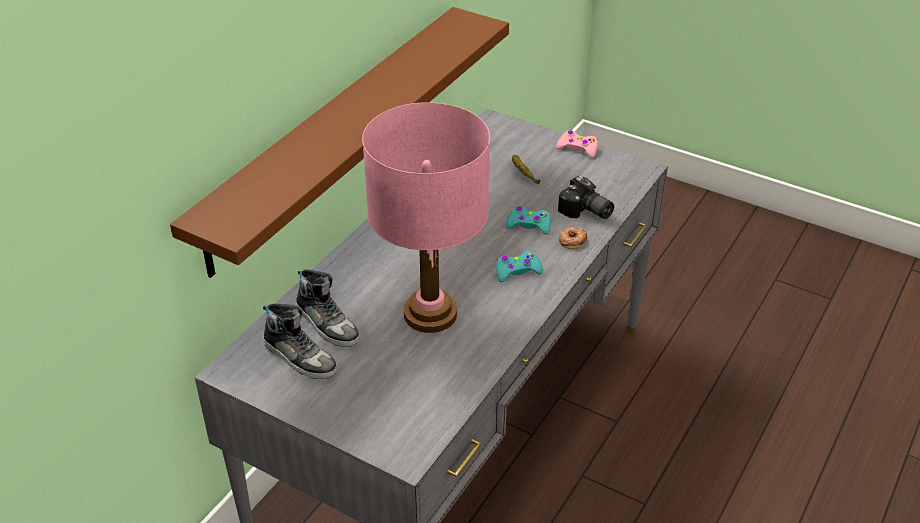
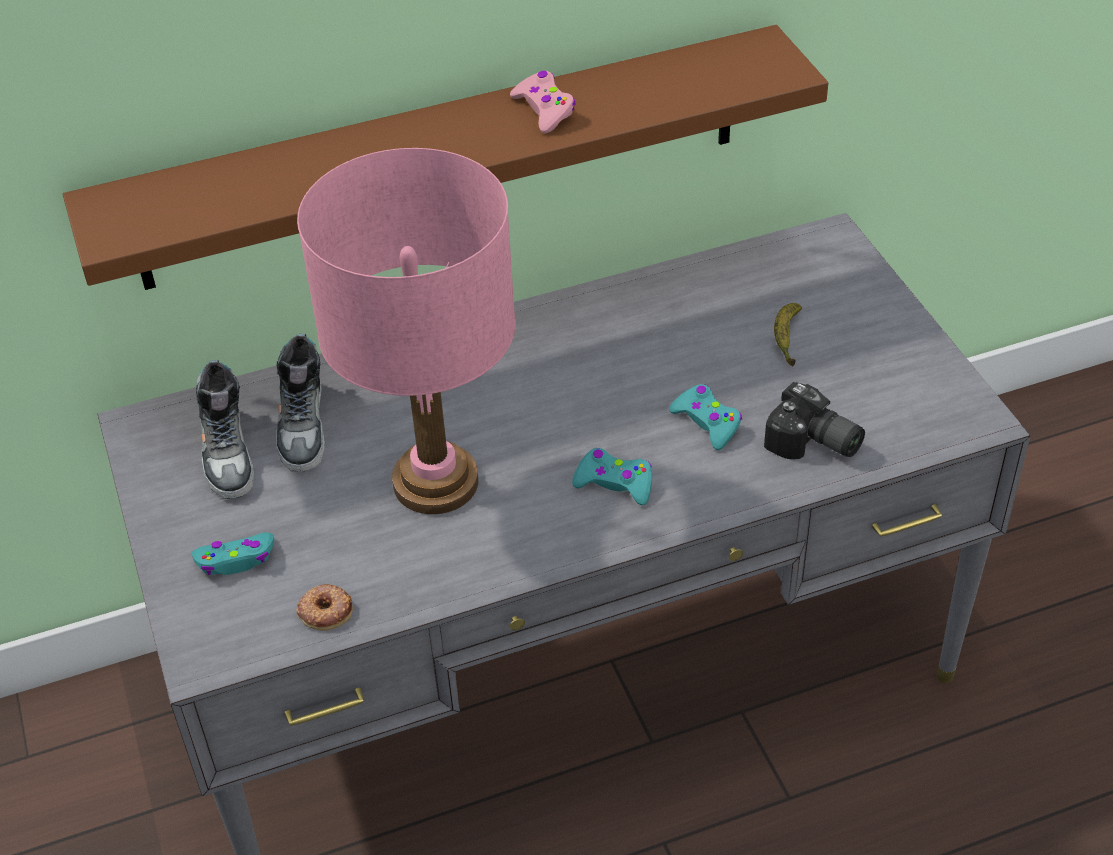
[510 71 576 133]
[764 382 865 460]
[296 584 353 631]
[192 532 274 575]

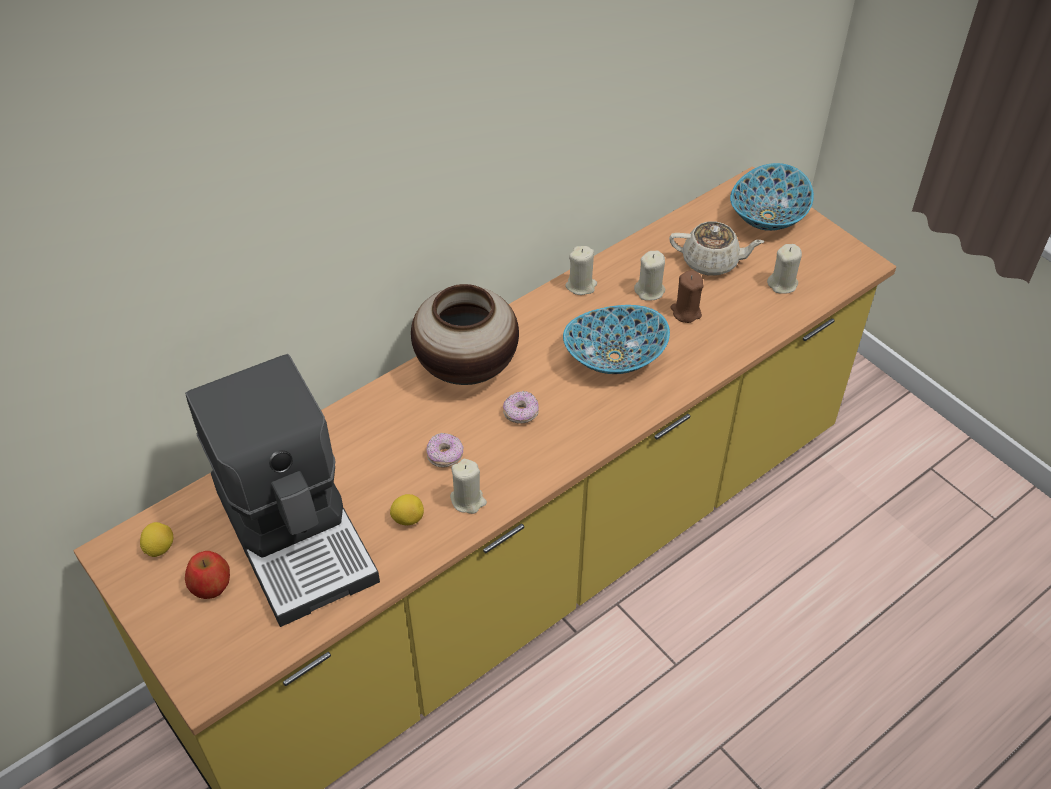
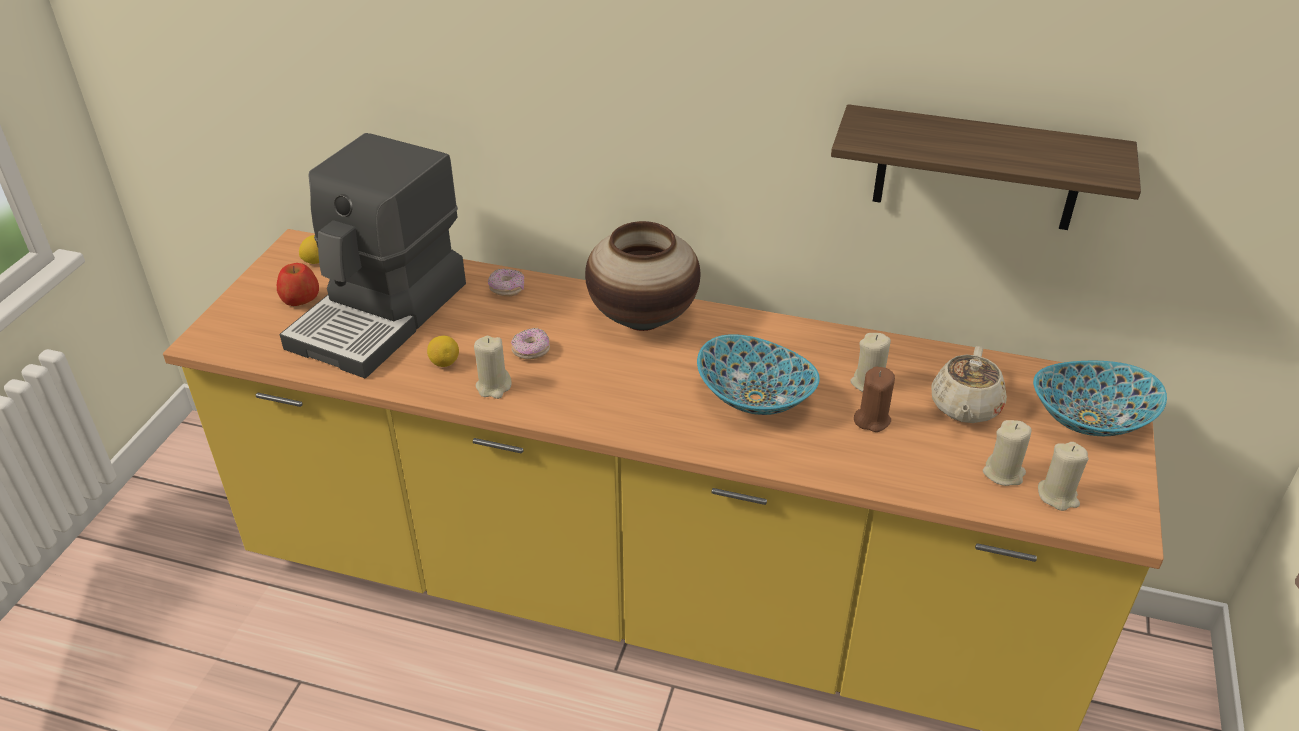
[931 346 1007 423]
[1038 442 1089 511]
[488 269 525 296]
[831 104 1141 230]

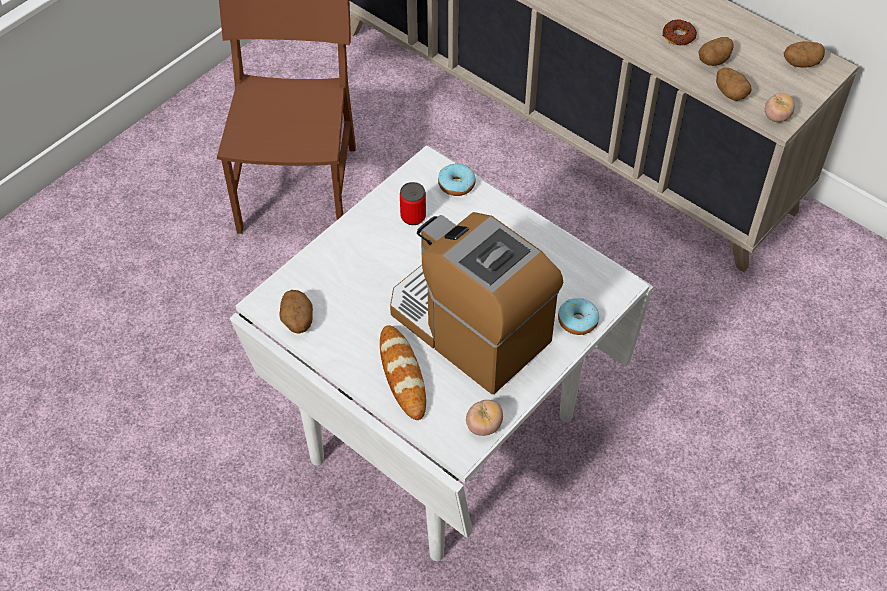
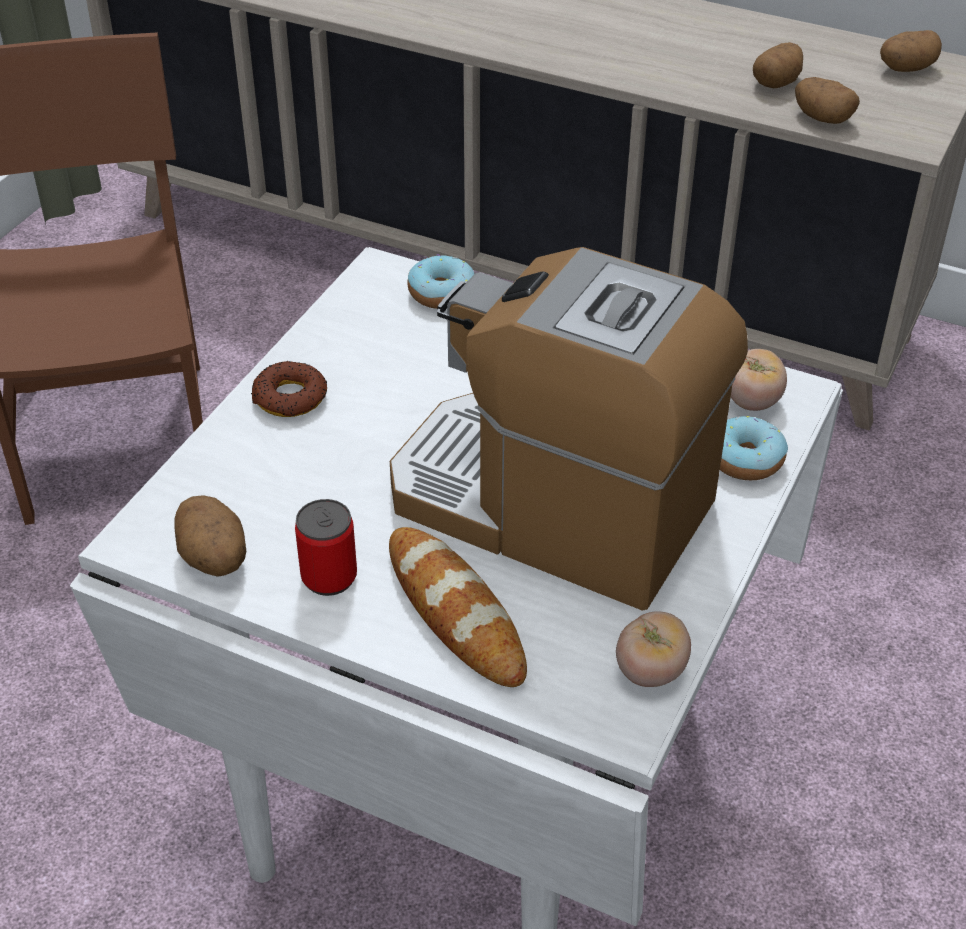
[251 361 327 417]
[731 349 787 411]
[295 499 357 596]

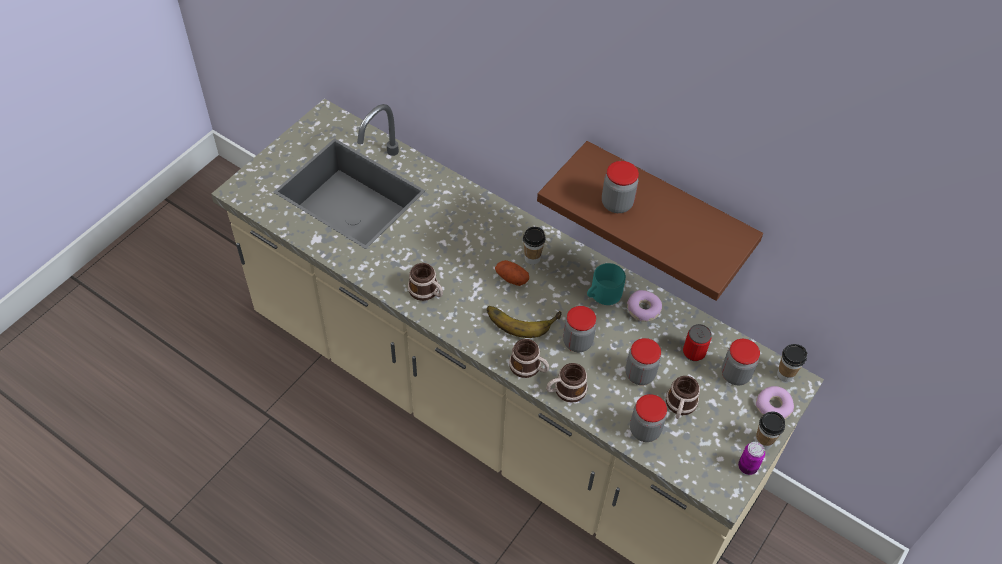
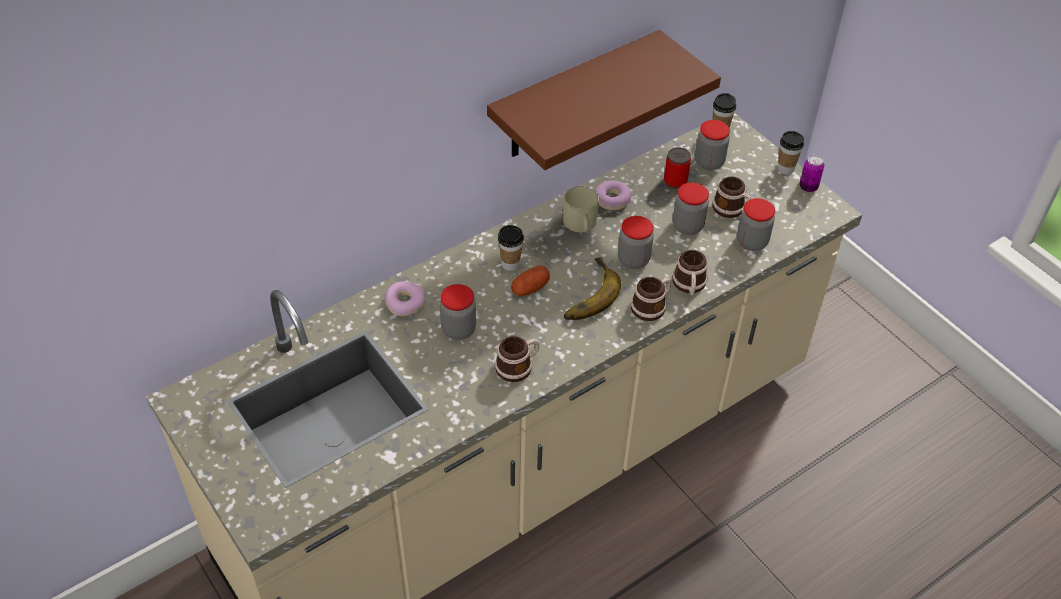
[440 284 476 340]
[563 186 599 232]
[385 281 426 316]

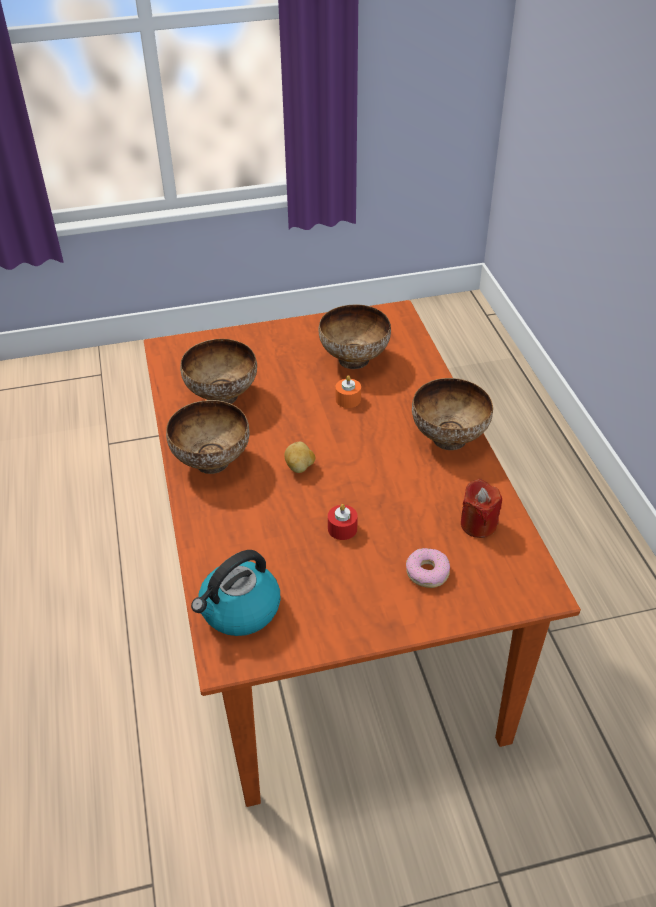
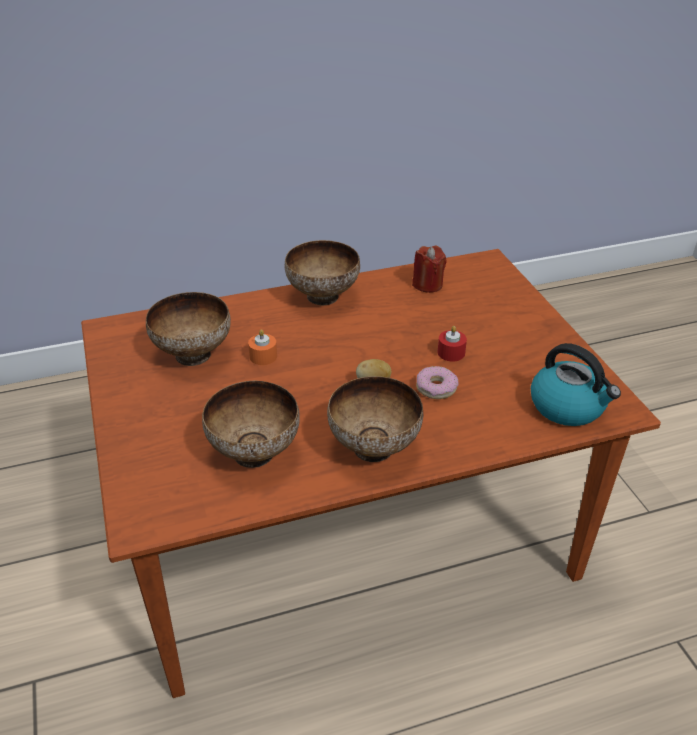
[416 366 459 399]

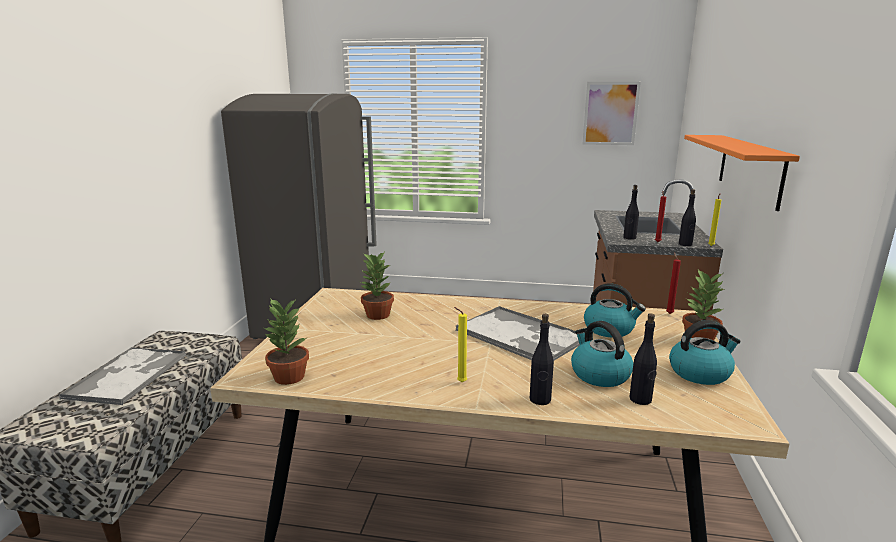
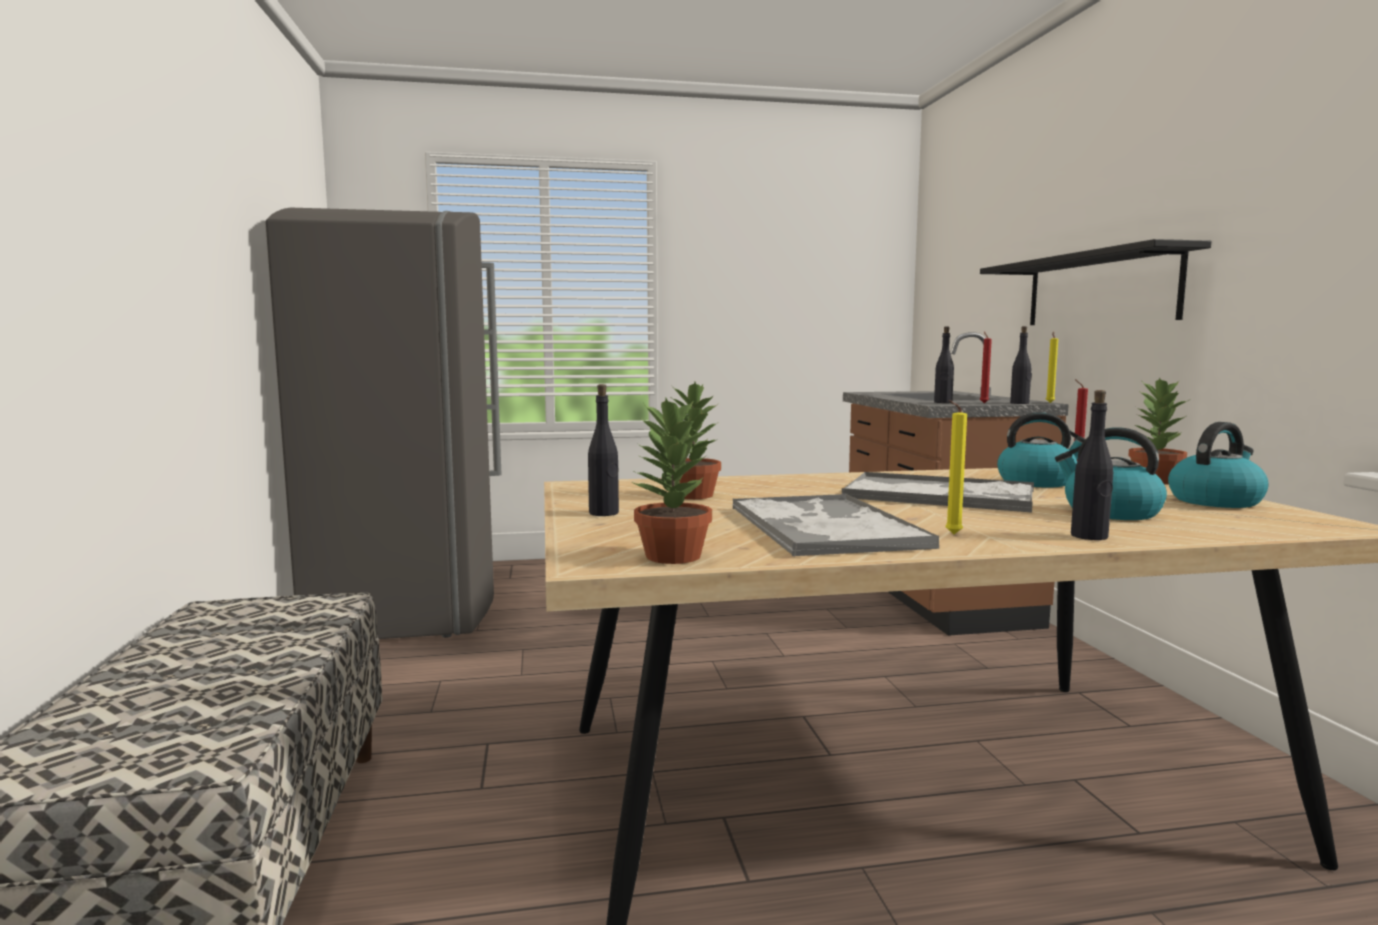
[582 82 641 145] (first image)
[980 239 1211 325]
[588 384 619 516]
[733 494 939 557]

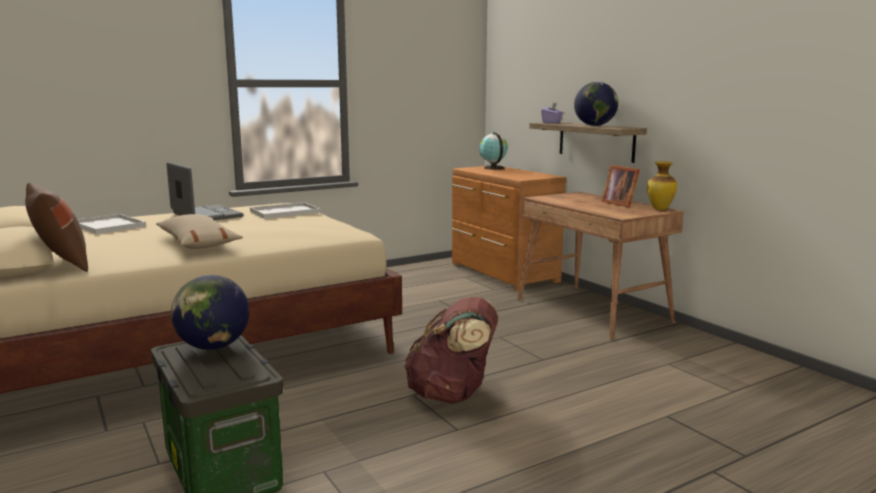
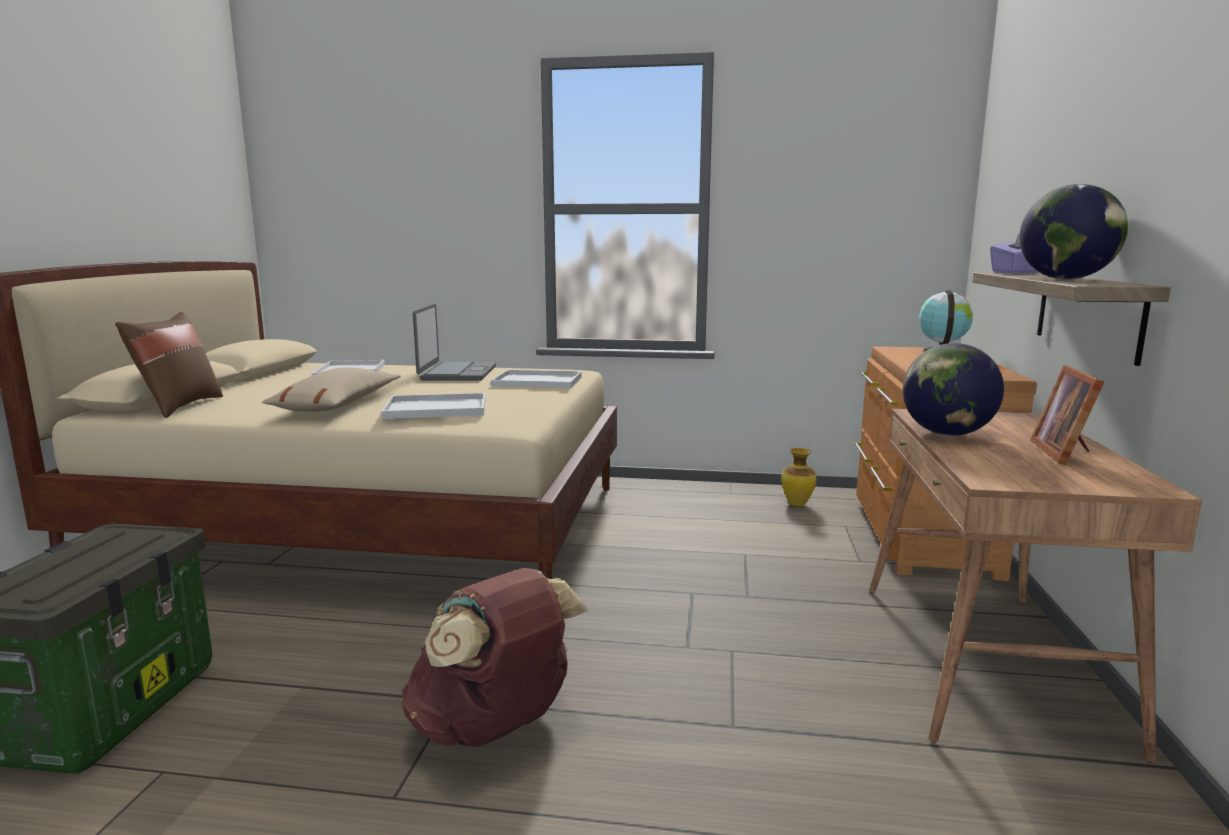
[781 448 817 506]
[903 343 1004 436]
[381 393 486 419]

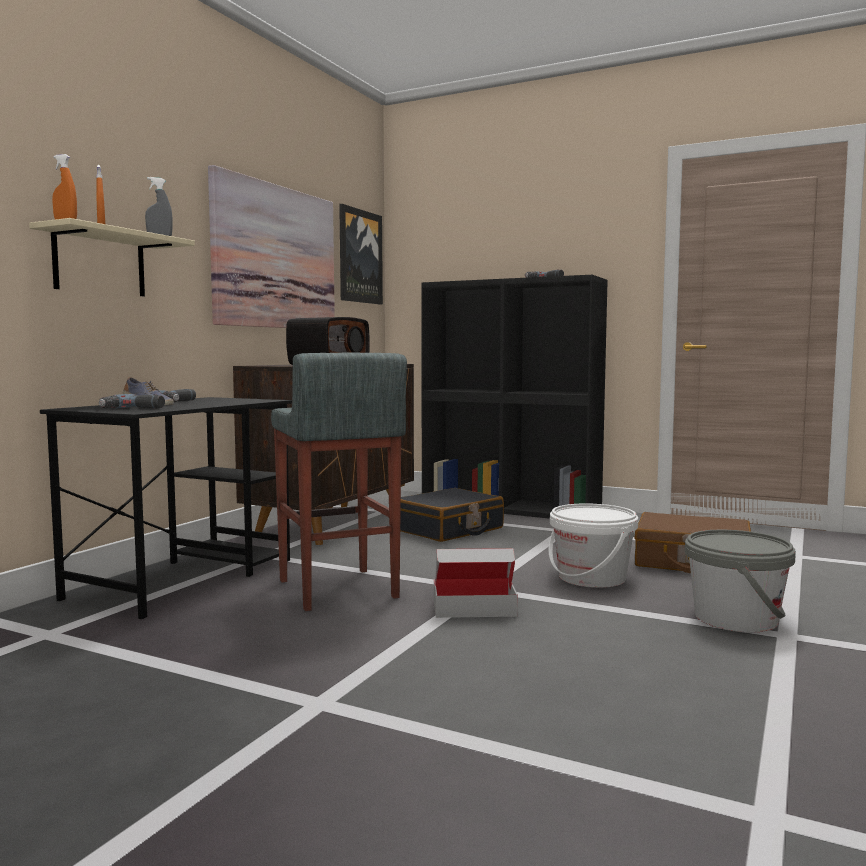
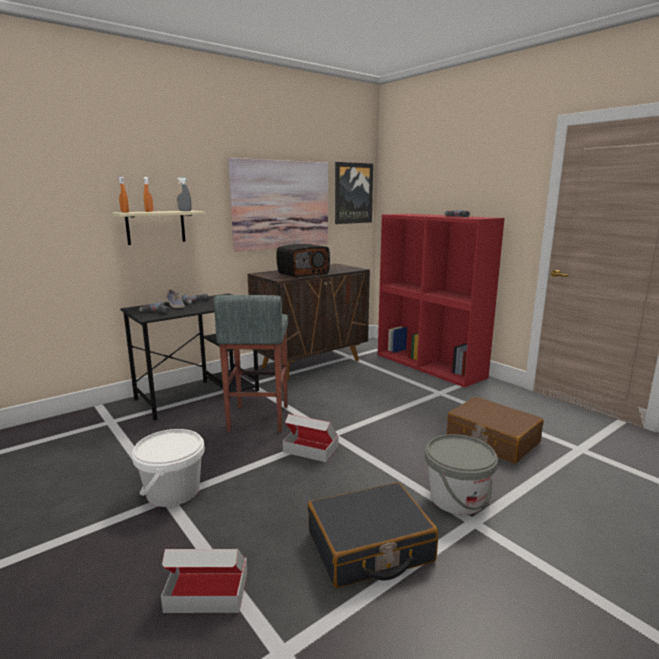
[378 214 504 388]
[308 482 438 588]
[132 429 205 507]
[161 549 247 613]

